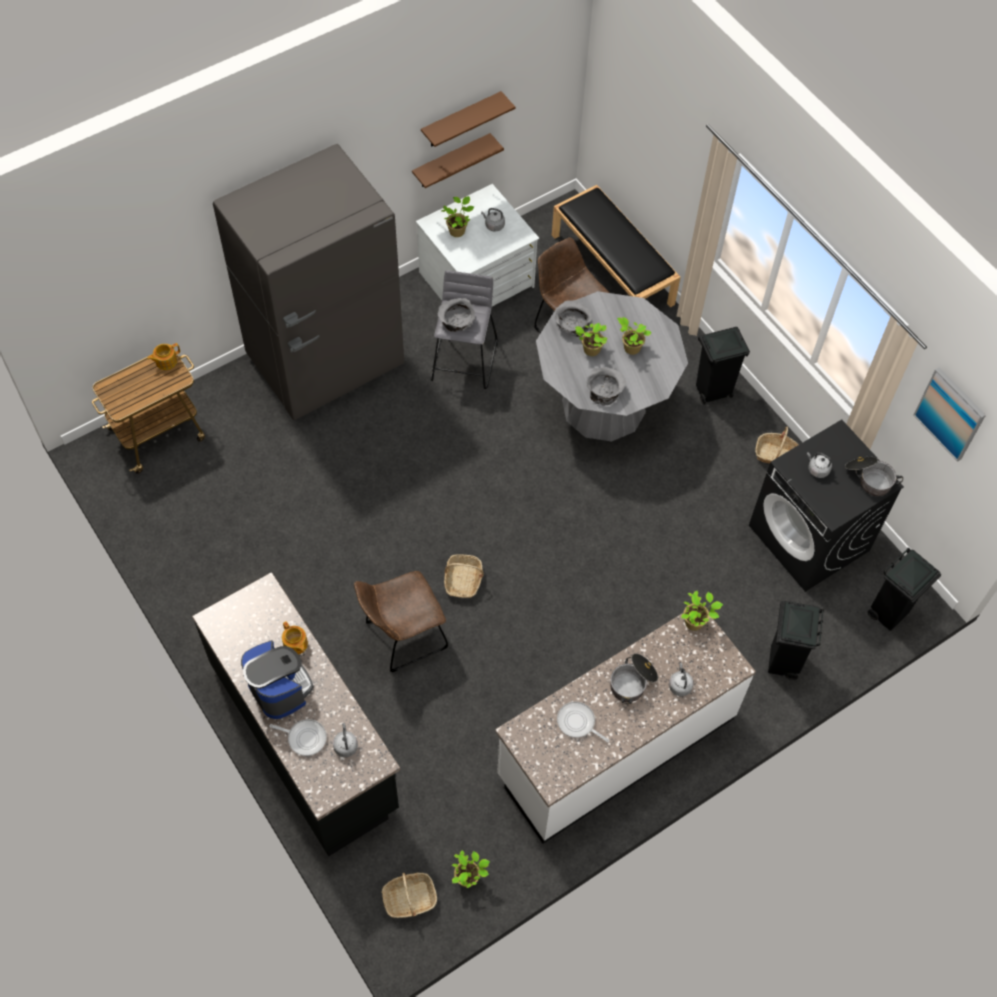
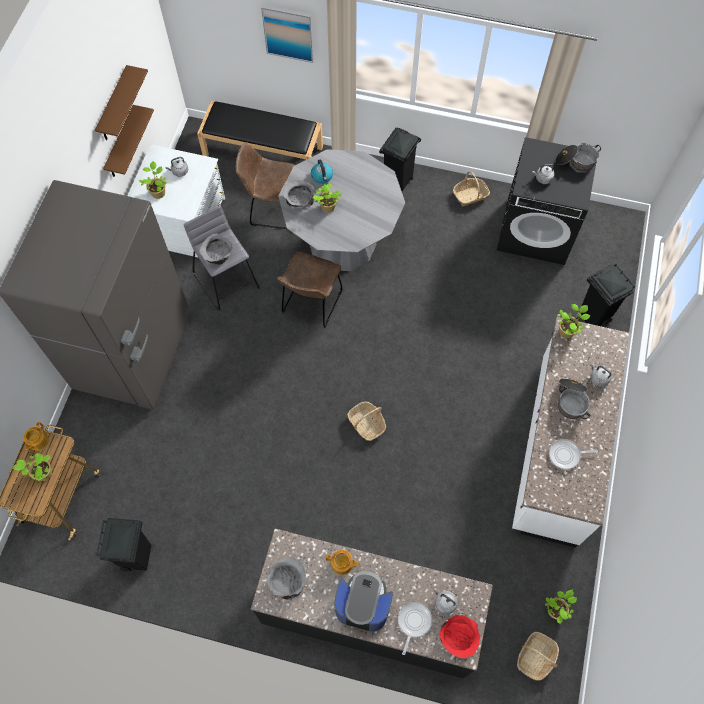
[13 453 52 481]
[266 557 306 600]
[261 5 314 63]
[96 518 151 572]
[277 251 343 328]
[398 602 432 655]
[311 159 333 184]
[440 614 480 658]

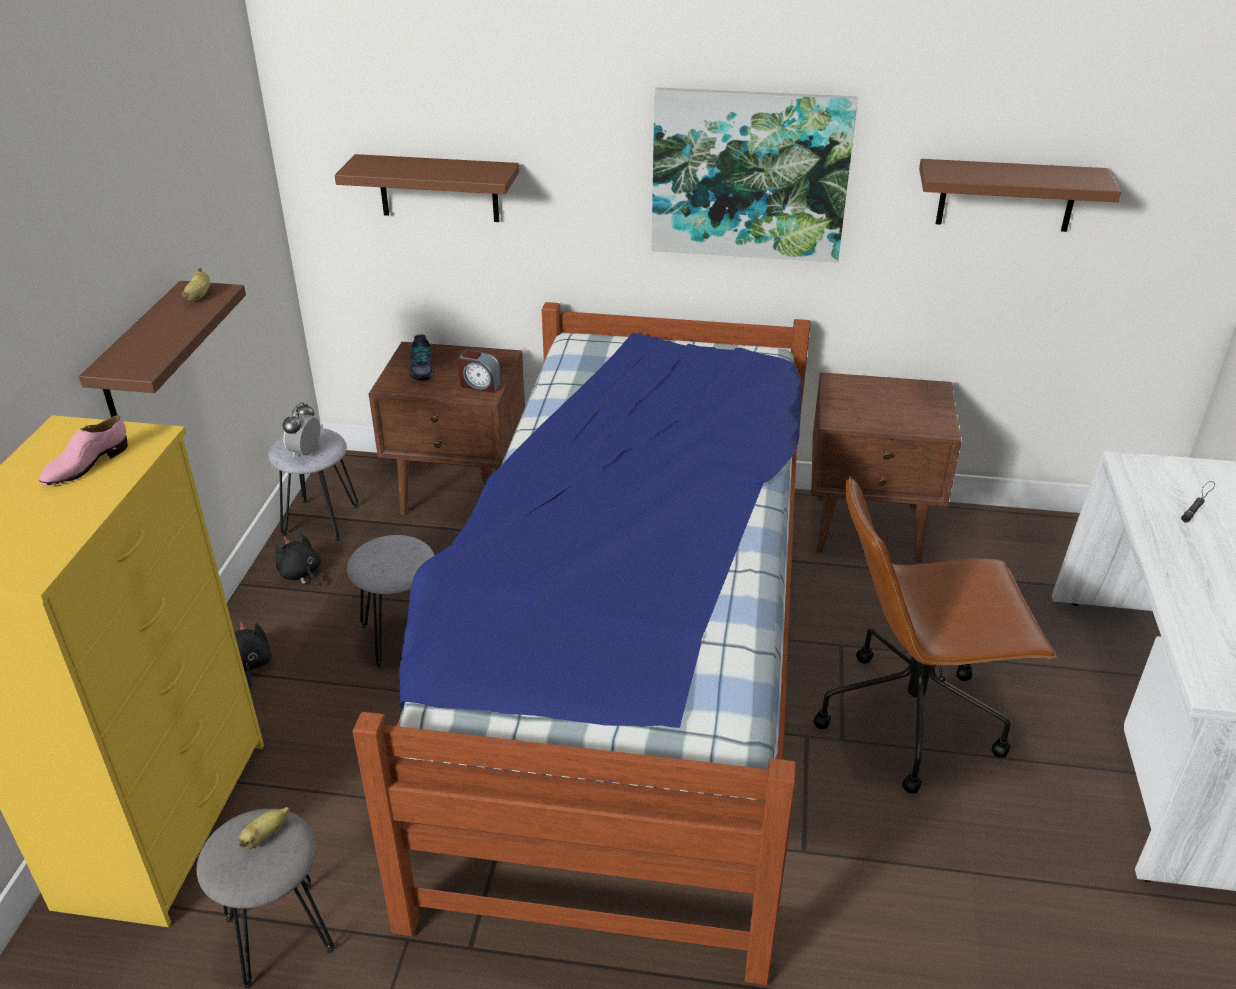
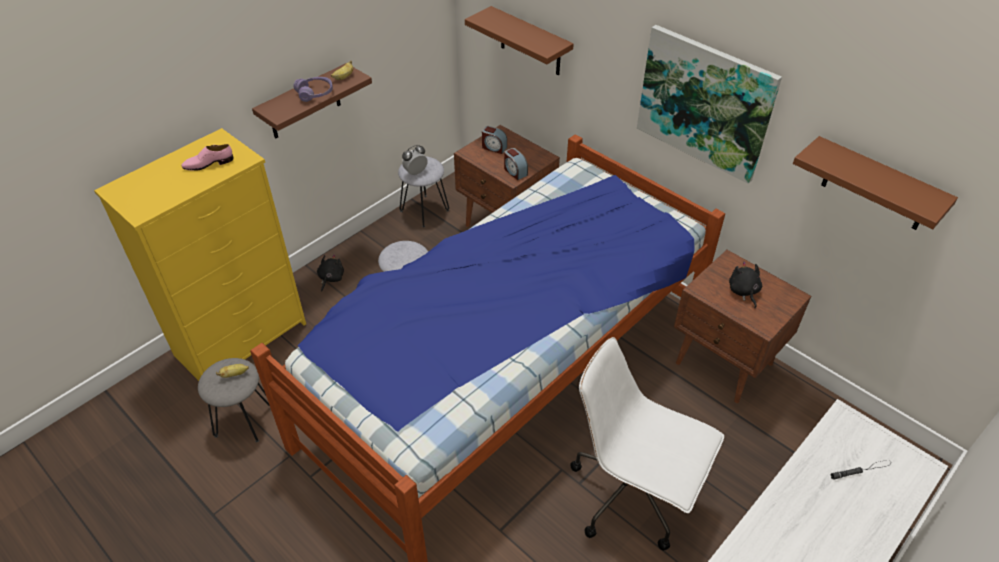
[482 126 507 154]
[570 337 724 551]
[729 262 762 309]
[293 77 333 102]

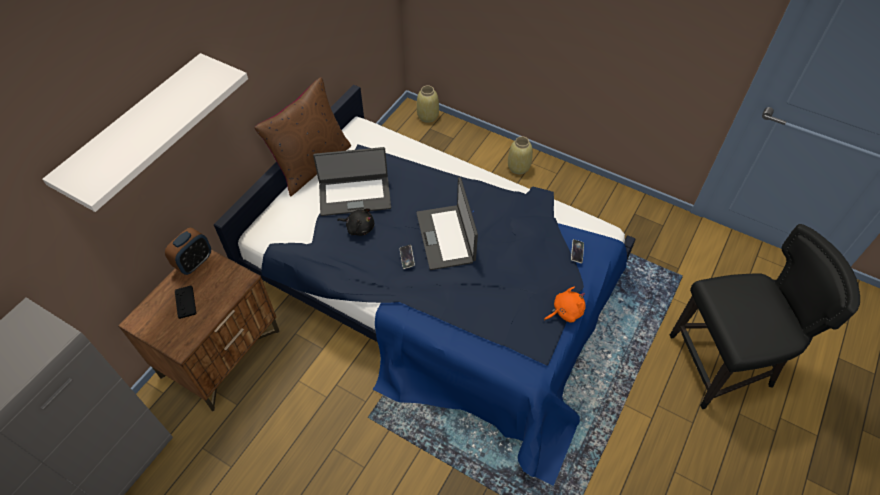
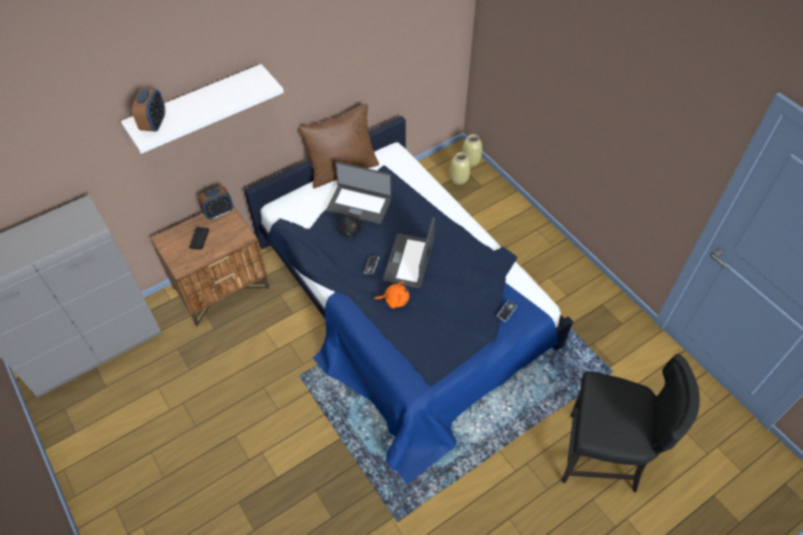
[449 152 470 185]
[374 281 409 308]
[132 89 165 132]

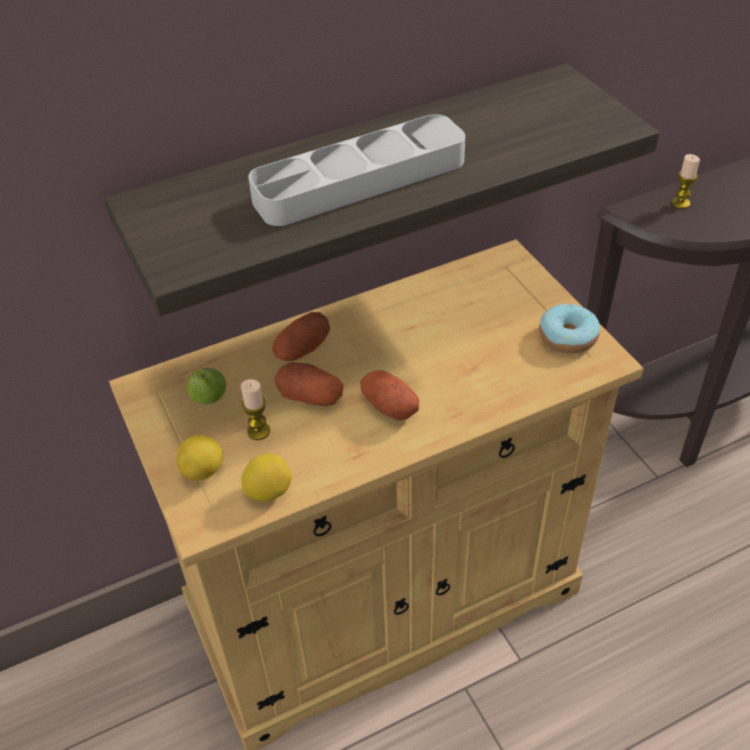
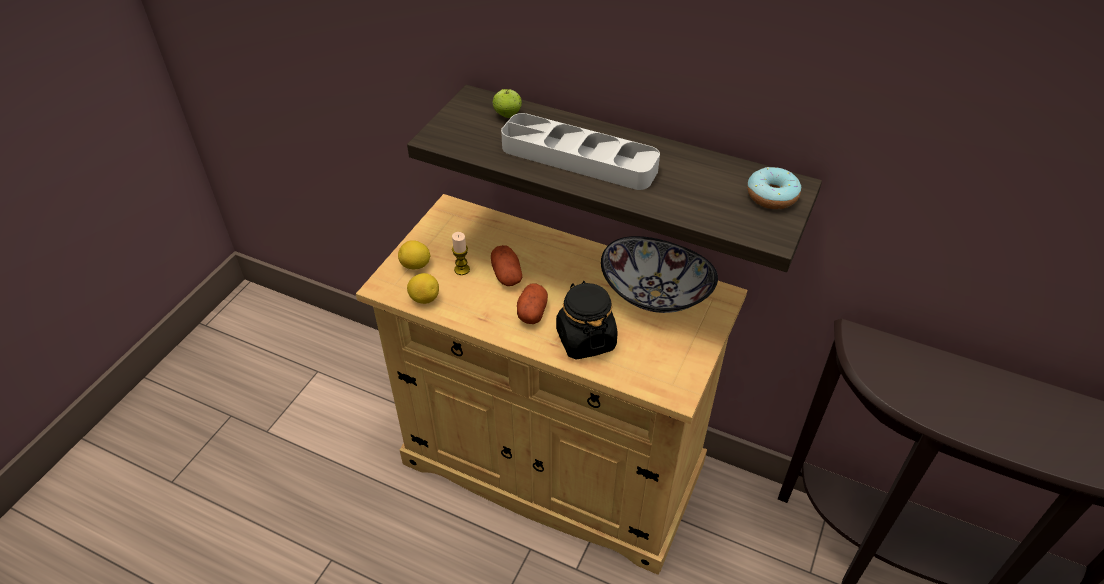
[672 154 700 209] (first image)
[747 167 801 209]
[272 312 330 361] (first image)
[493 89 522 118]
[601 236 718 313]
[556 281 618 360]

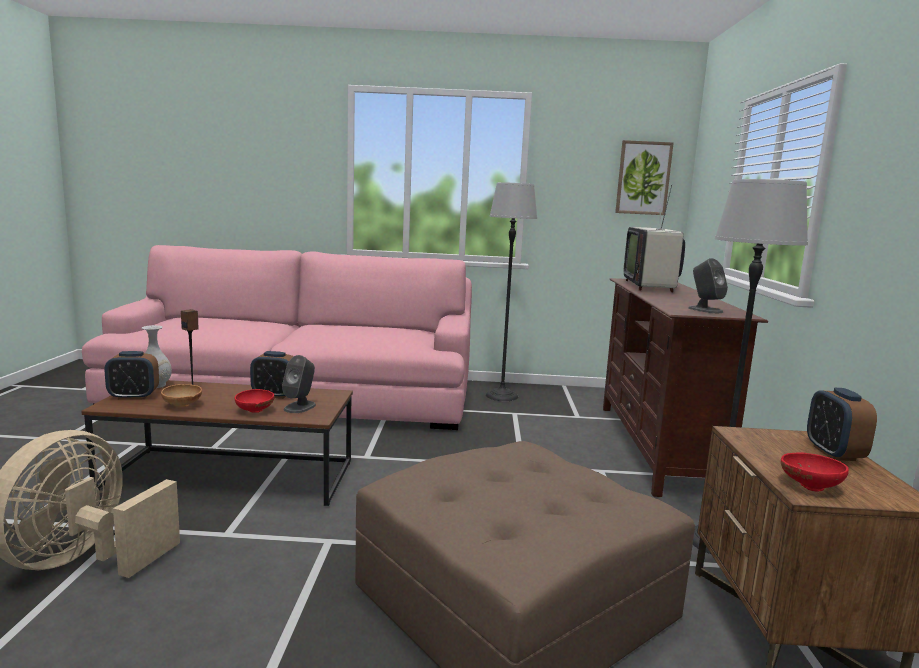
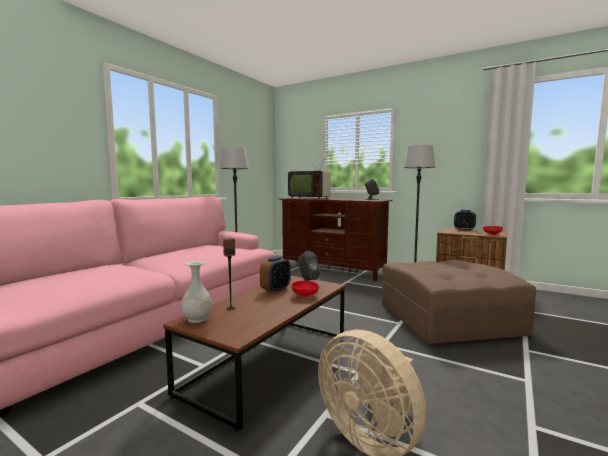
[615 140 674 215] (first image)
[104 351 159 400] (first image)
[161 384 202 407] (first image)

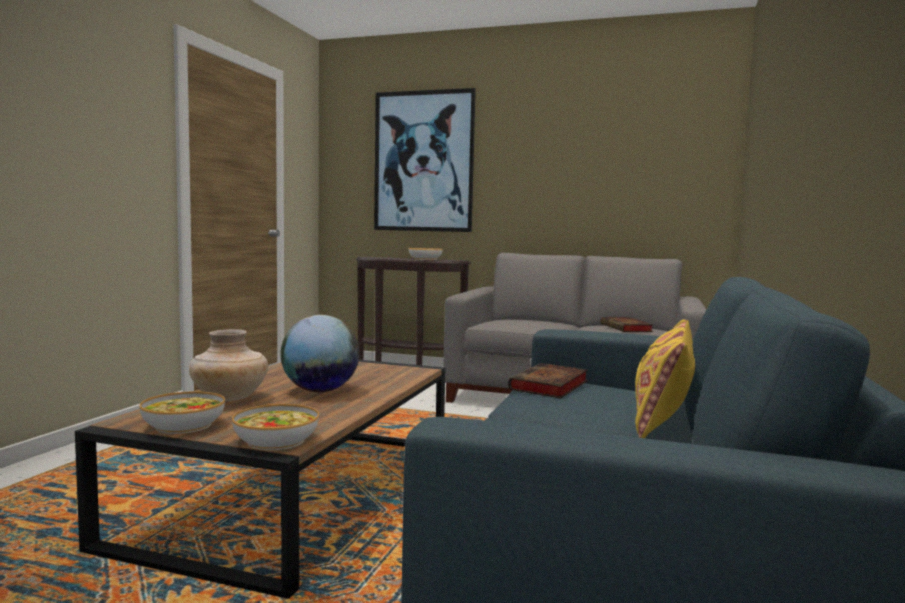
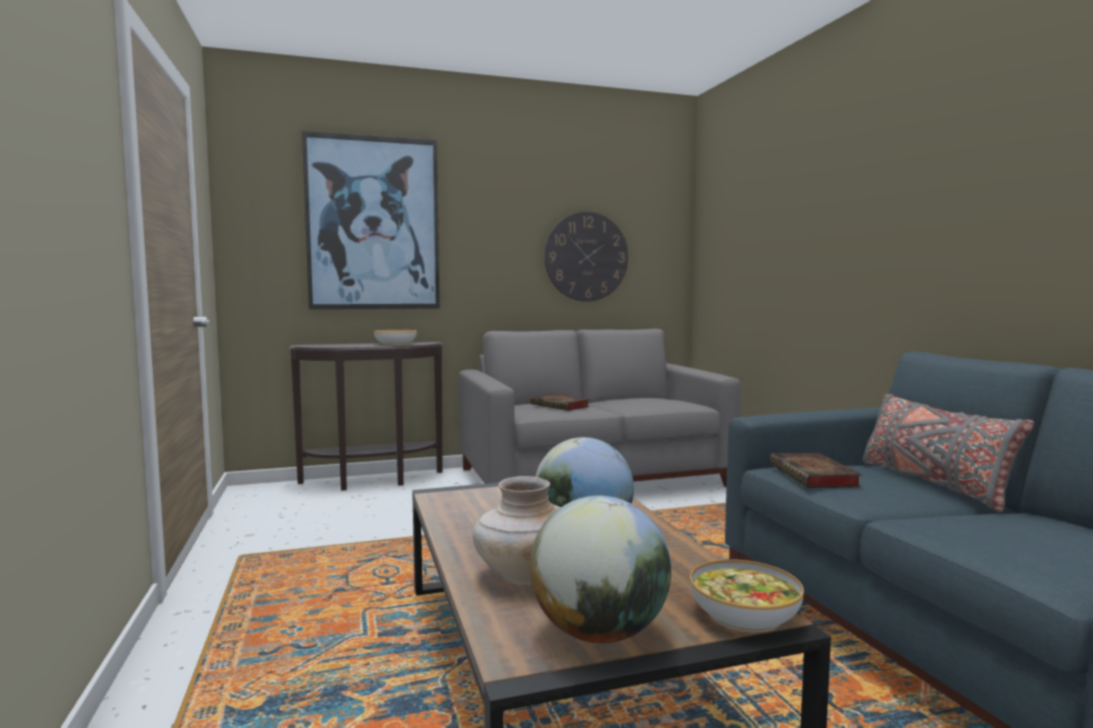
[530 394 590 411]
[863 394 1034 512]
[530 496 671 643]
[544 212 628 302]

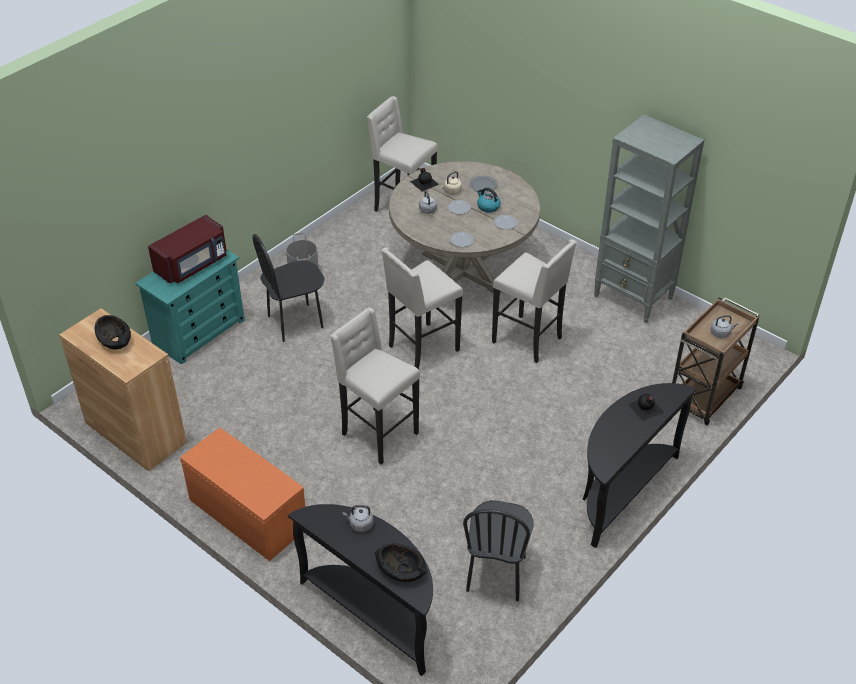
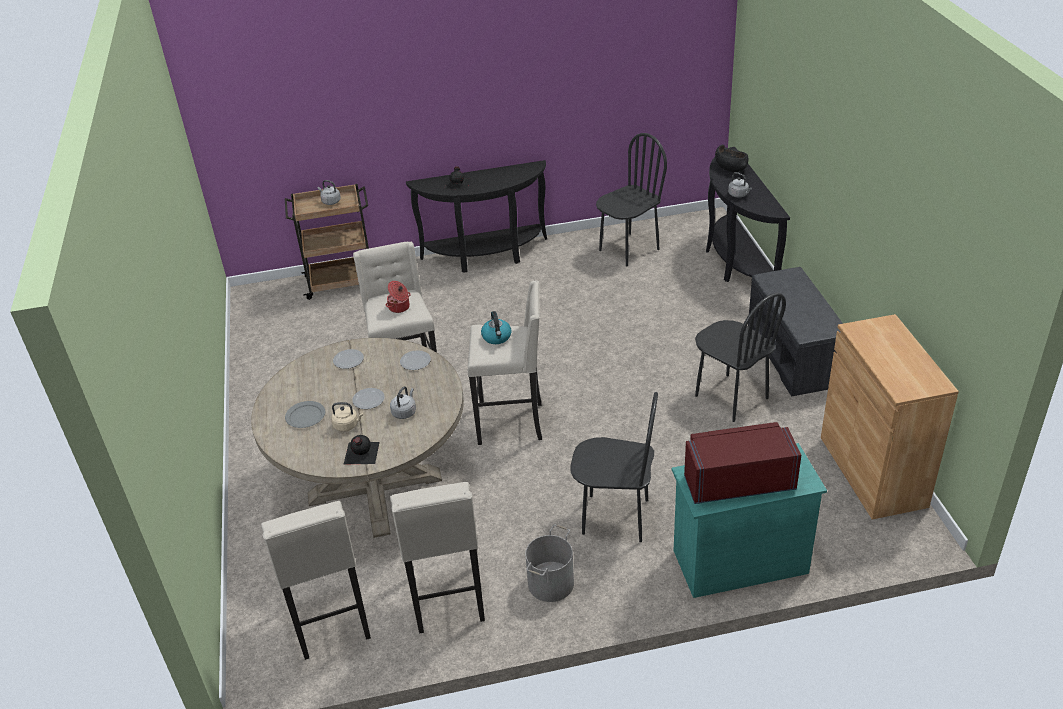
[594 115 704 323] (first image)
[481 311 512 344]
[390 482 485 634]
[95 315 131 349] (first image)
[748 267 843 397]
[386 281 411 313]
[695 293 786 422]

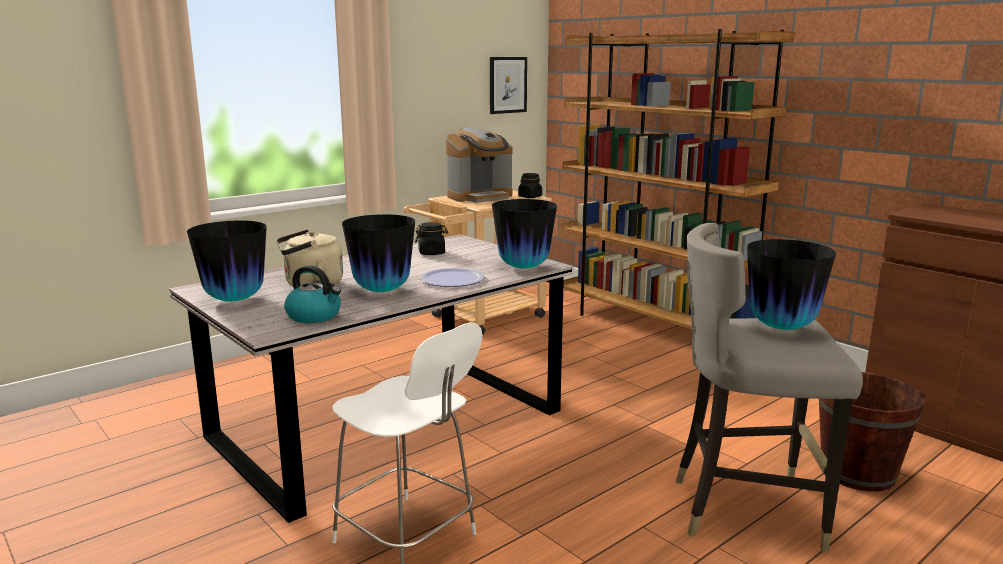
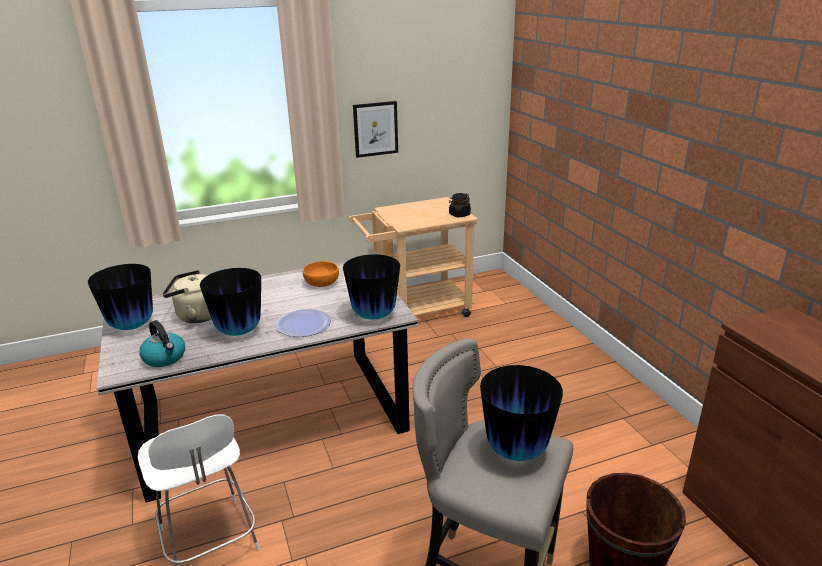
[561 29 795 329] (first image)
[353 101 398 158]
[446 127 513 203] (first image)
[303 261 339 287]

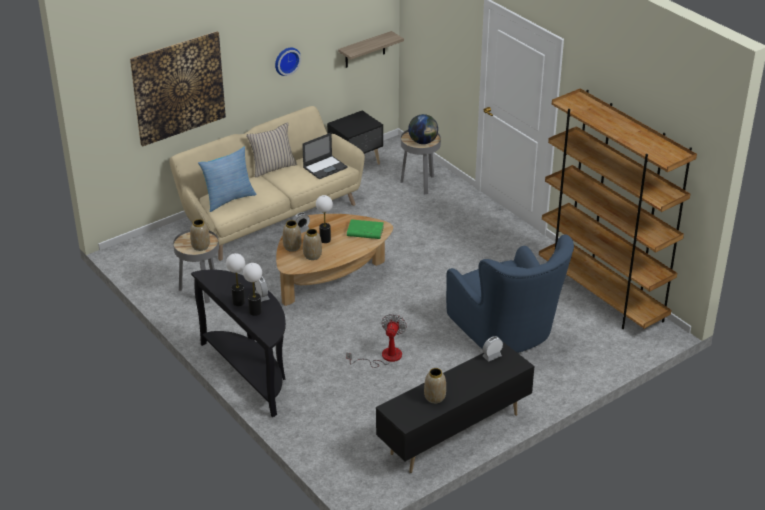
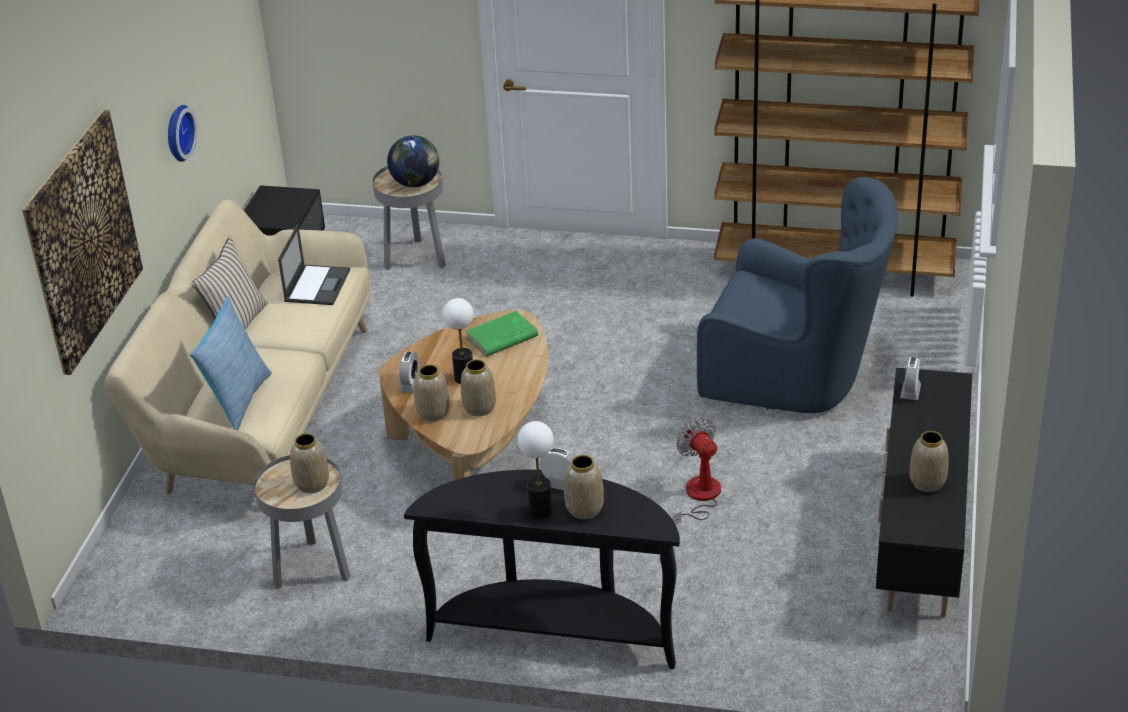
[338 31 404 68] (first image)
[564 455 604 519]

